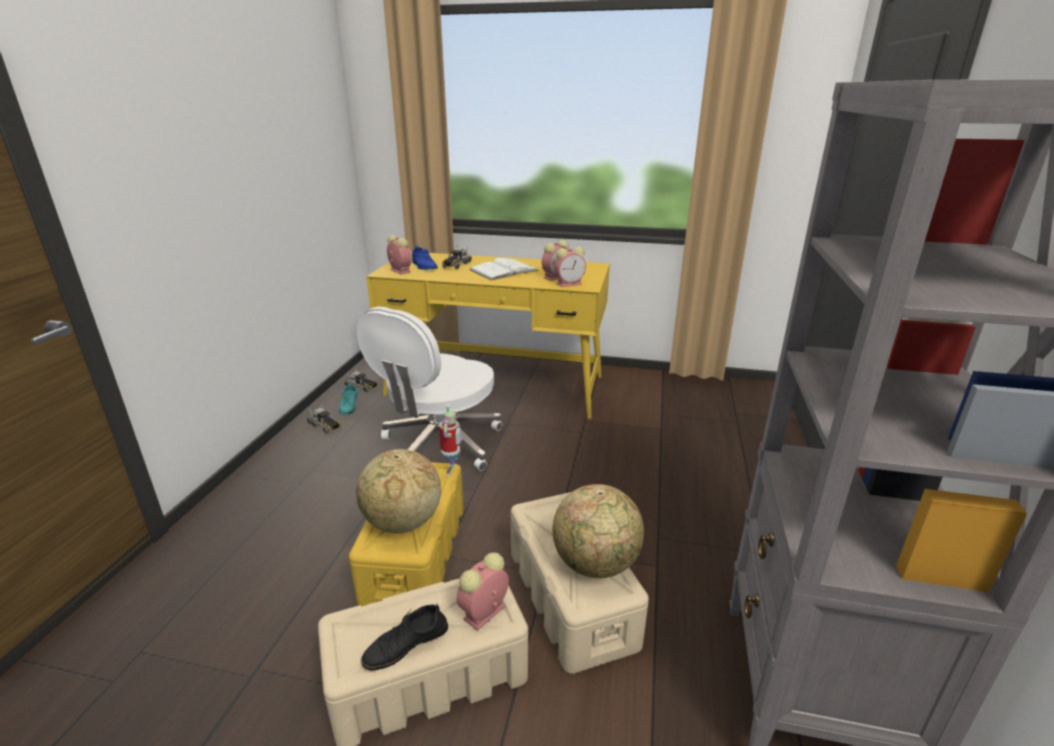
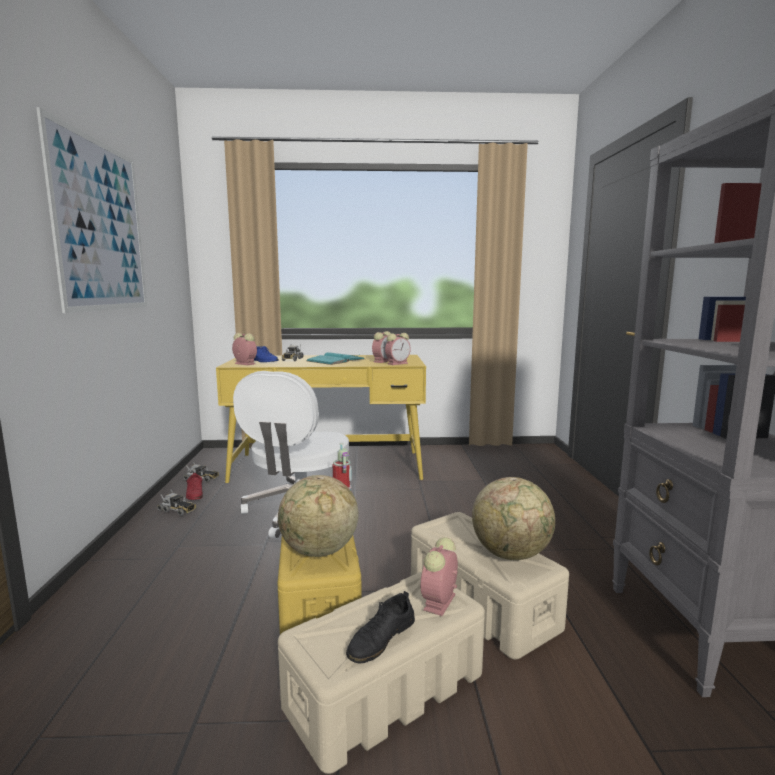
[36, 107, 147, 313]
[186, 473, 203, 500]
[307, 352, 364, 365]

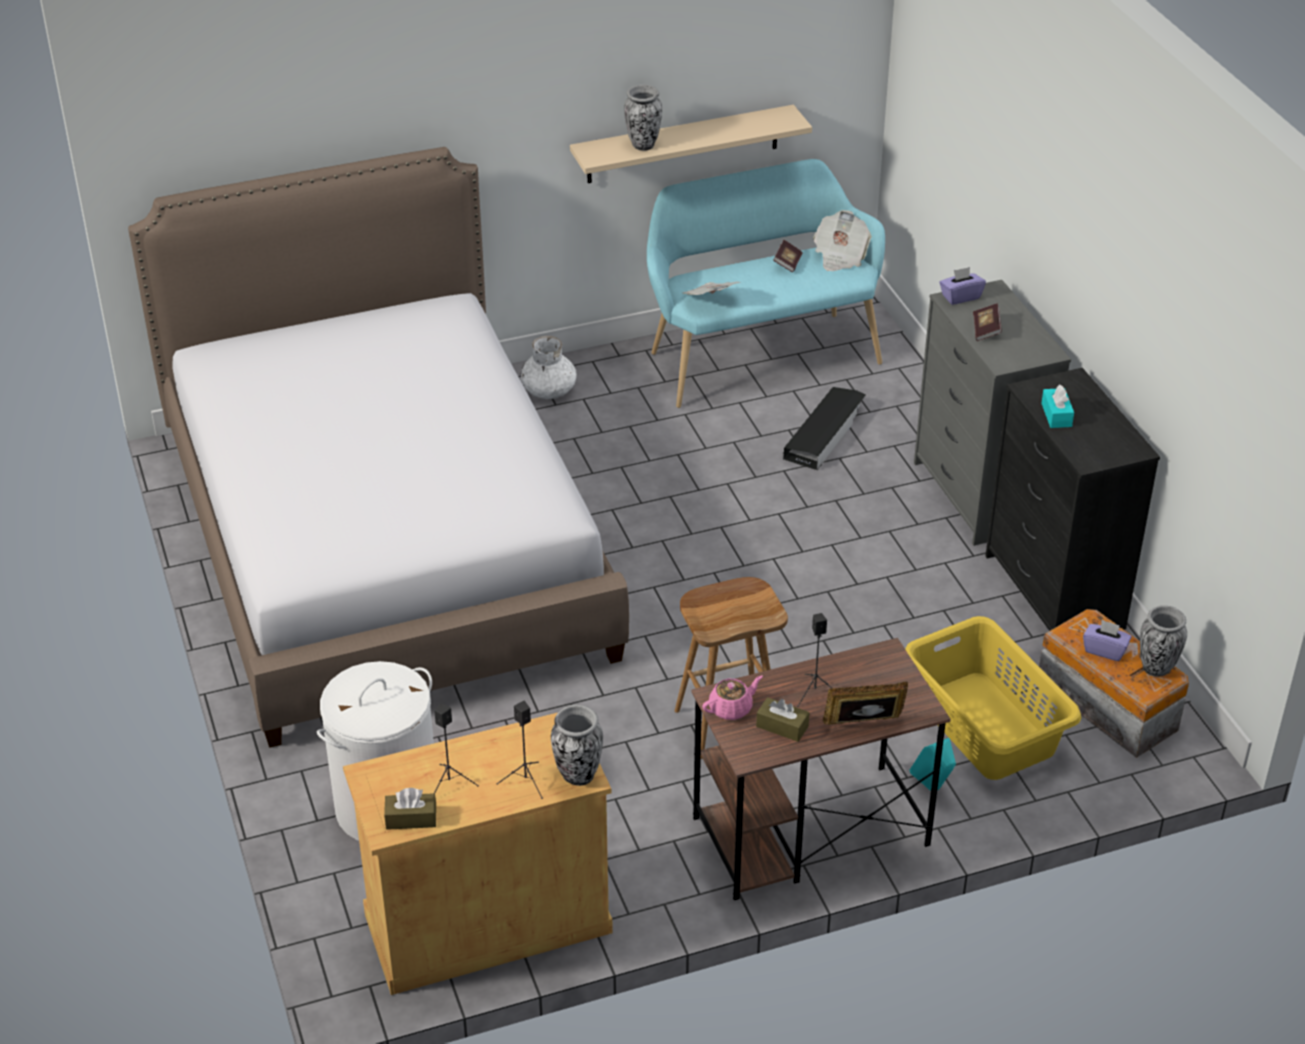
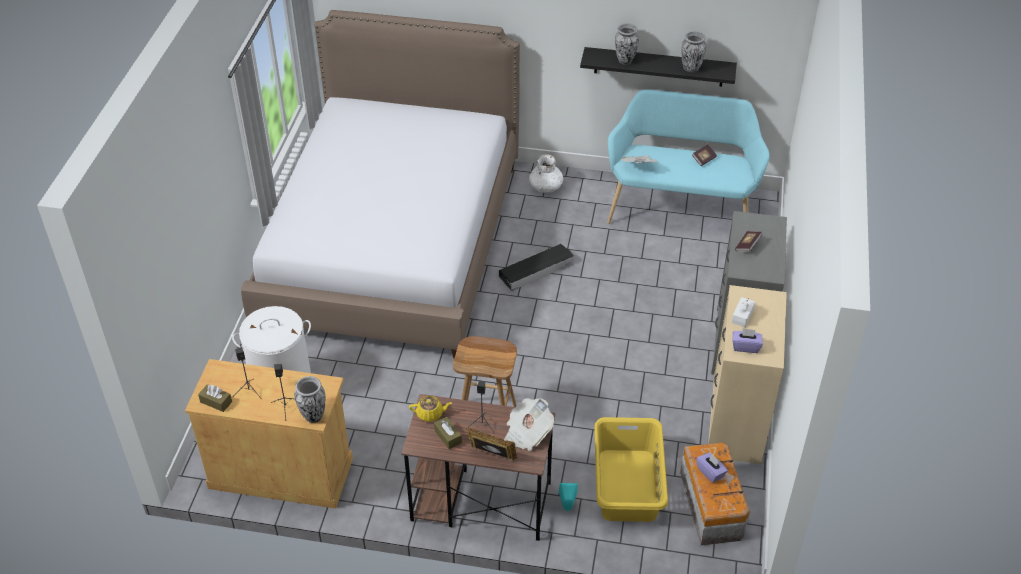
[499, 244, 573, 291]
[504, 398, 554, 451]
[733, 328, 763, 353]
[681, 31, 706, 72]
[580, 47, 737, 87]
[409, 396, 452, 422]
[708, 285, 787, 464]
[731, 297, 755, 327]

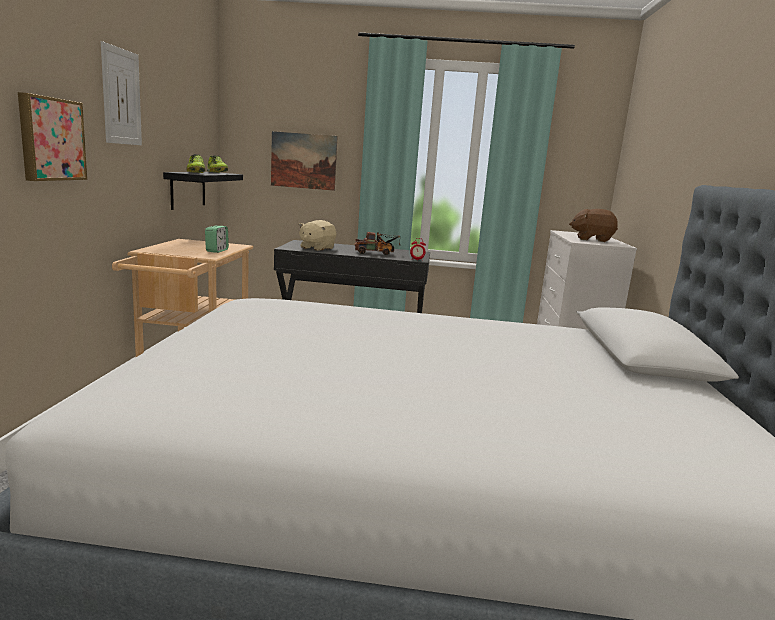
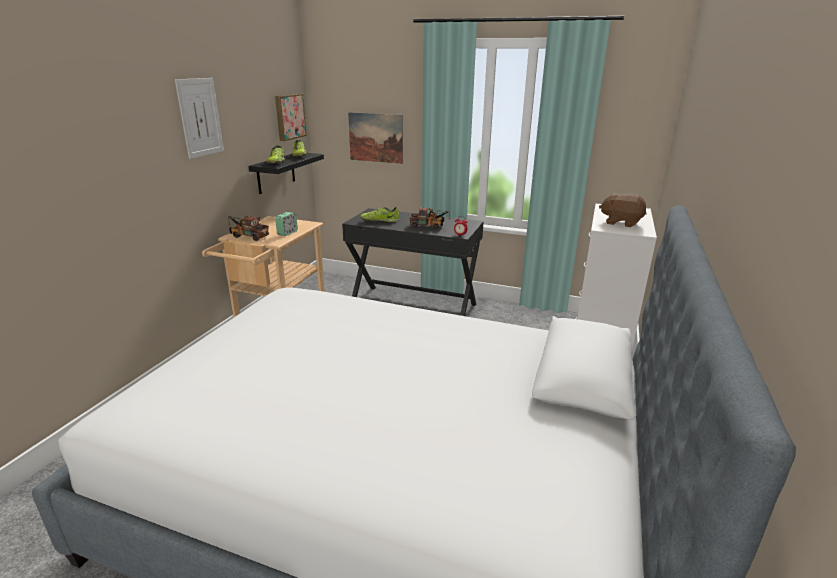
[228, 216, 269, 241]
[275, 94, 307, 141]
[360, 207, 399, 222]

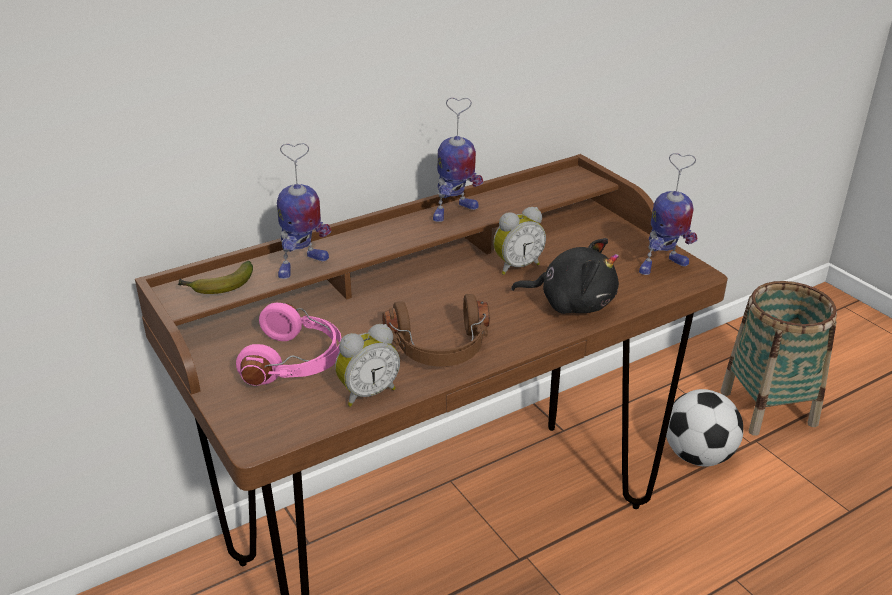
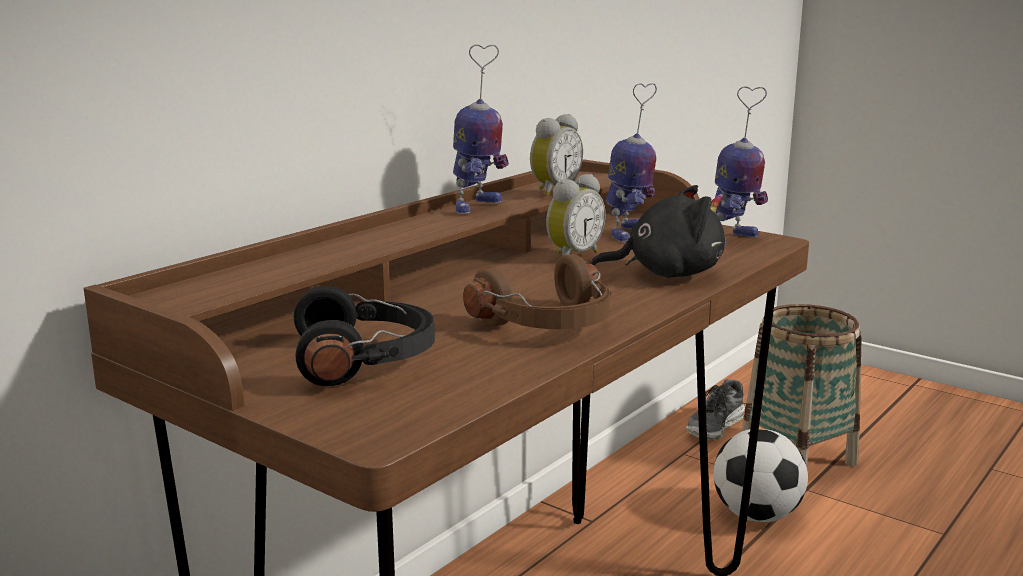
[177, 261, 253, 294] (first image)
[686, 379, 745, 440]
[606, 83, 657, 242]
[530, 114, 583, 196]
[294, 286, 435, 386]

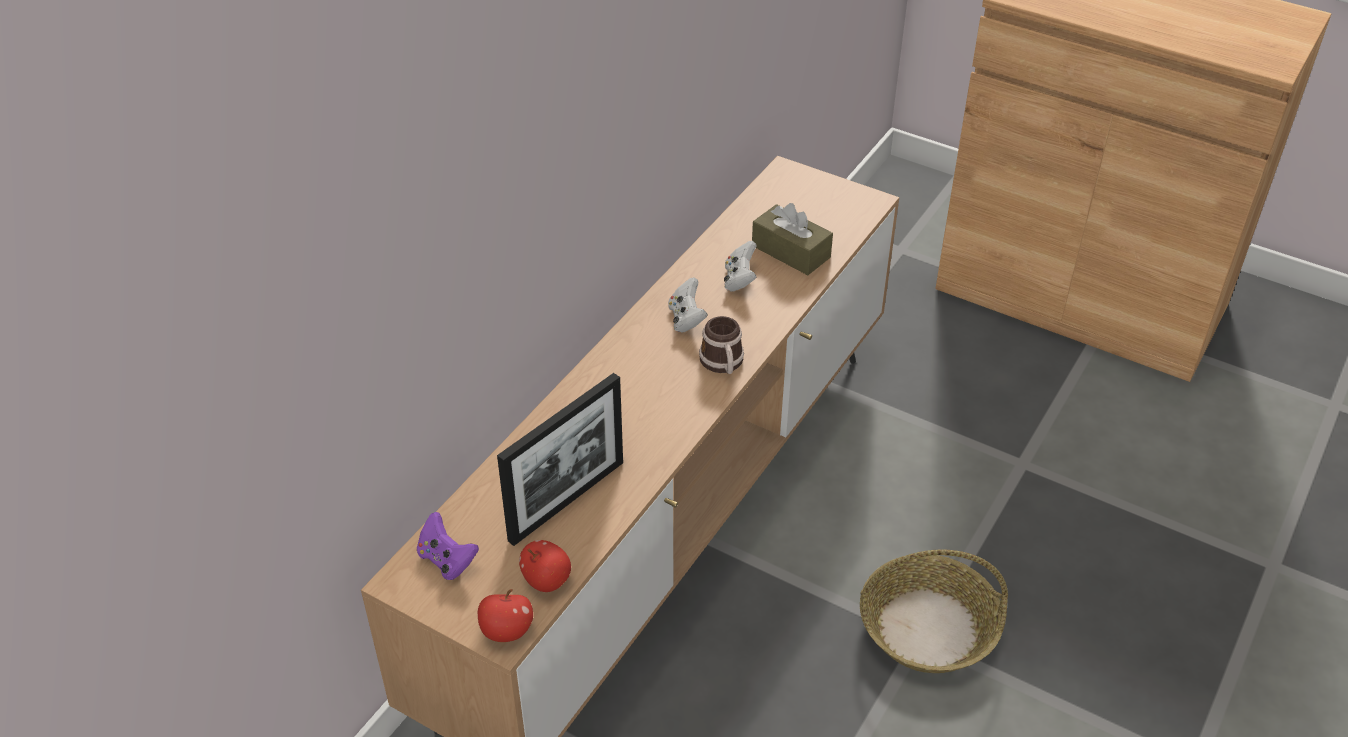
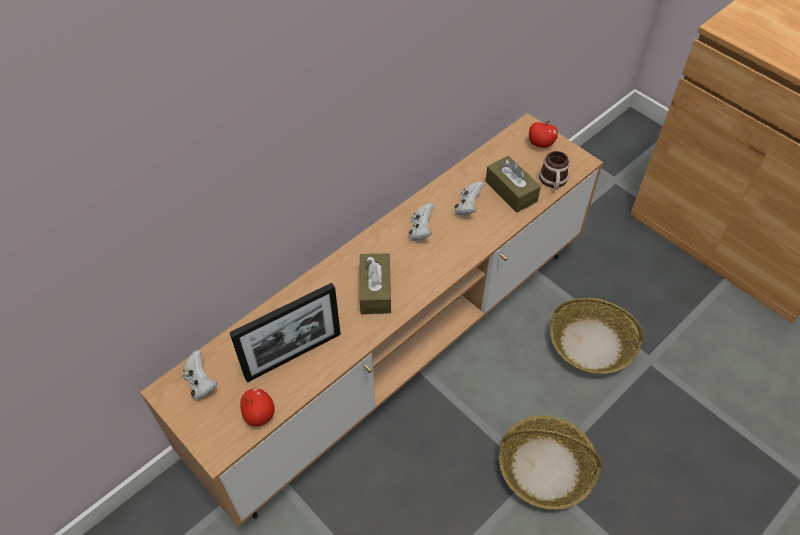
[360, 253, 391, 314]
[550, 298, 644, 374]
[529, 120, 558, 148]
[539, 151, 570, 190]
[182, 351, 217, 400]

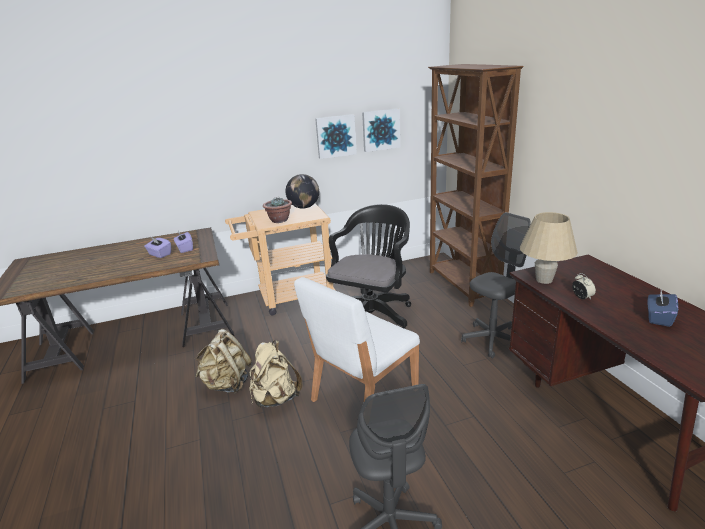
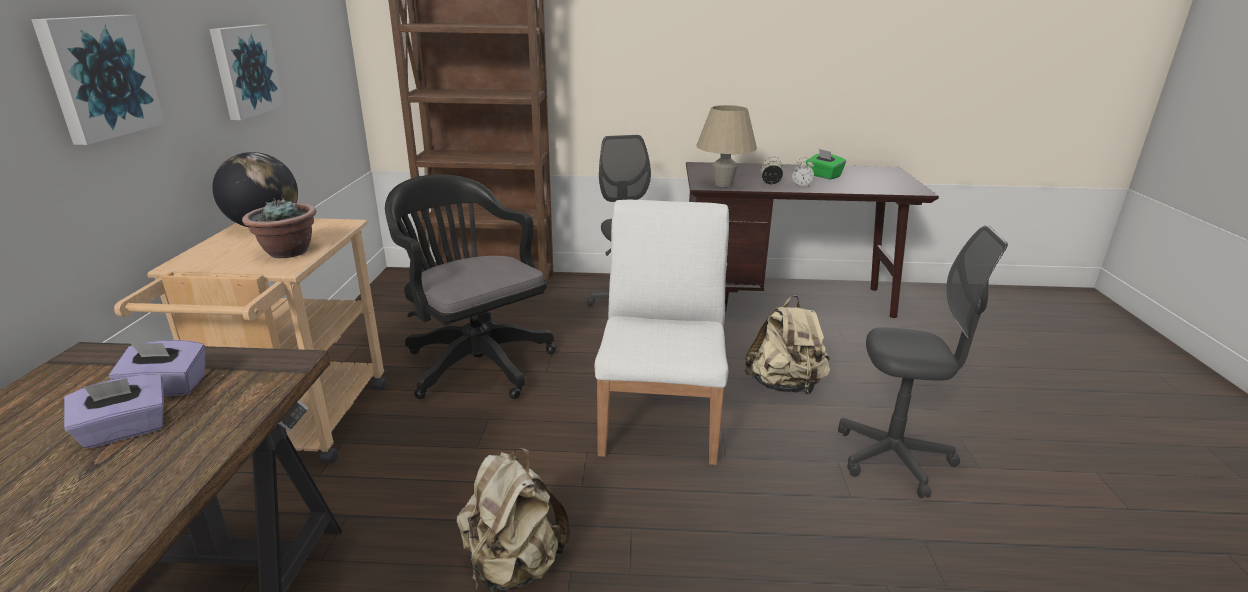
[792, 157, 814, 186]
[745, 295, 830, 395]
[31, 15, 165, 145]
[806, 149, 846, 180]
[595, 200, 729, 465]

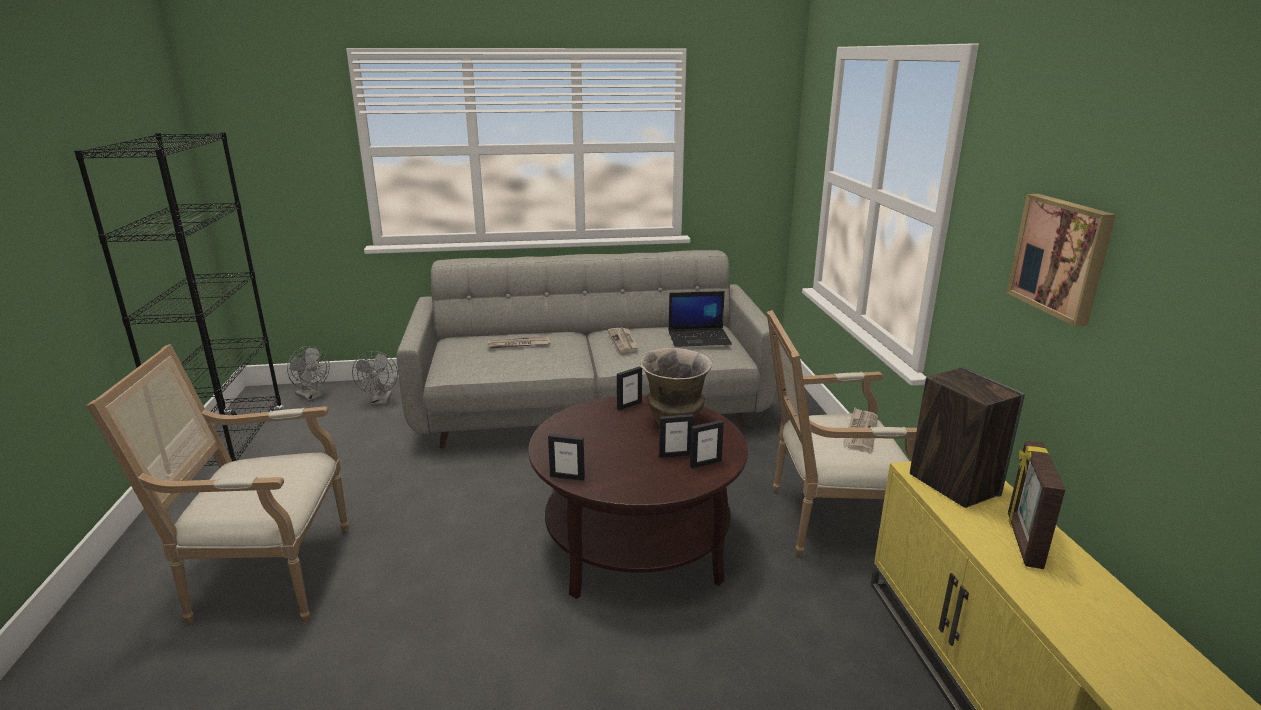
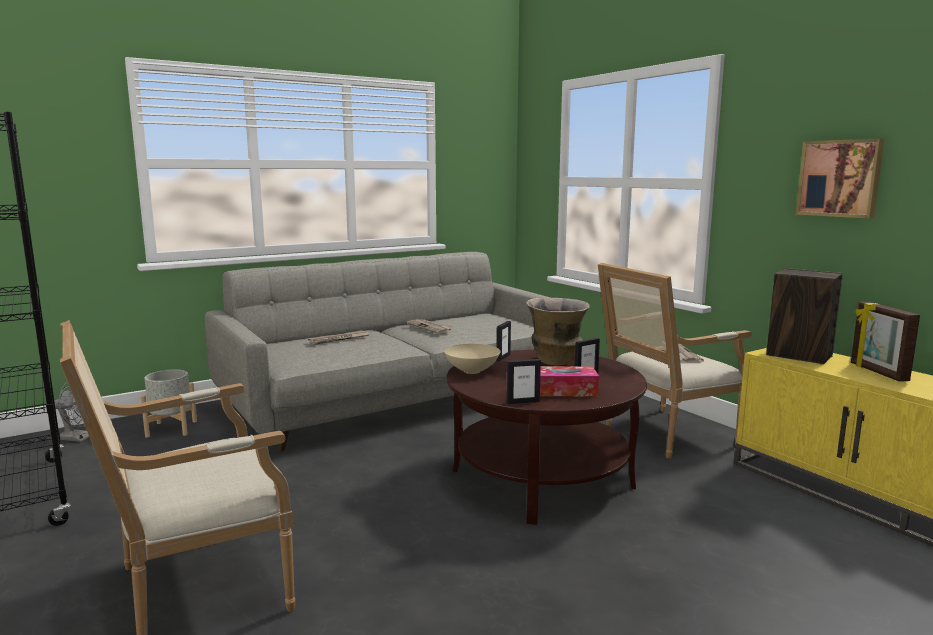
[669, 291, 732, 347] (first image)
[690, 420, 724, 469] (first image)
[444, 344, 500, 374]
[540, 366, 599, 396]
[141, 370, 197, 438]

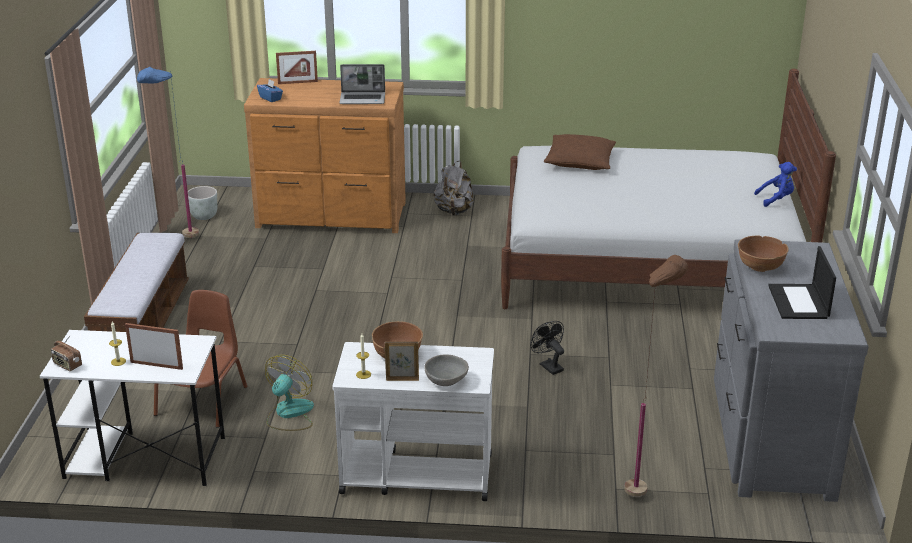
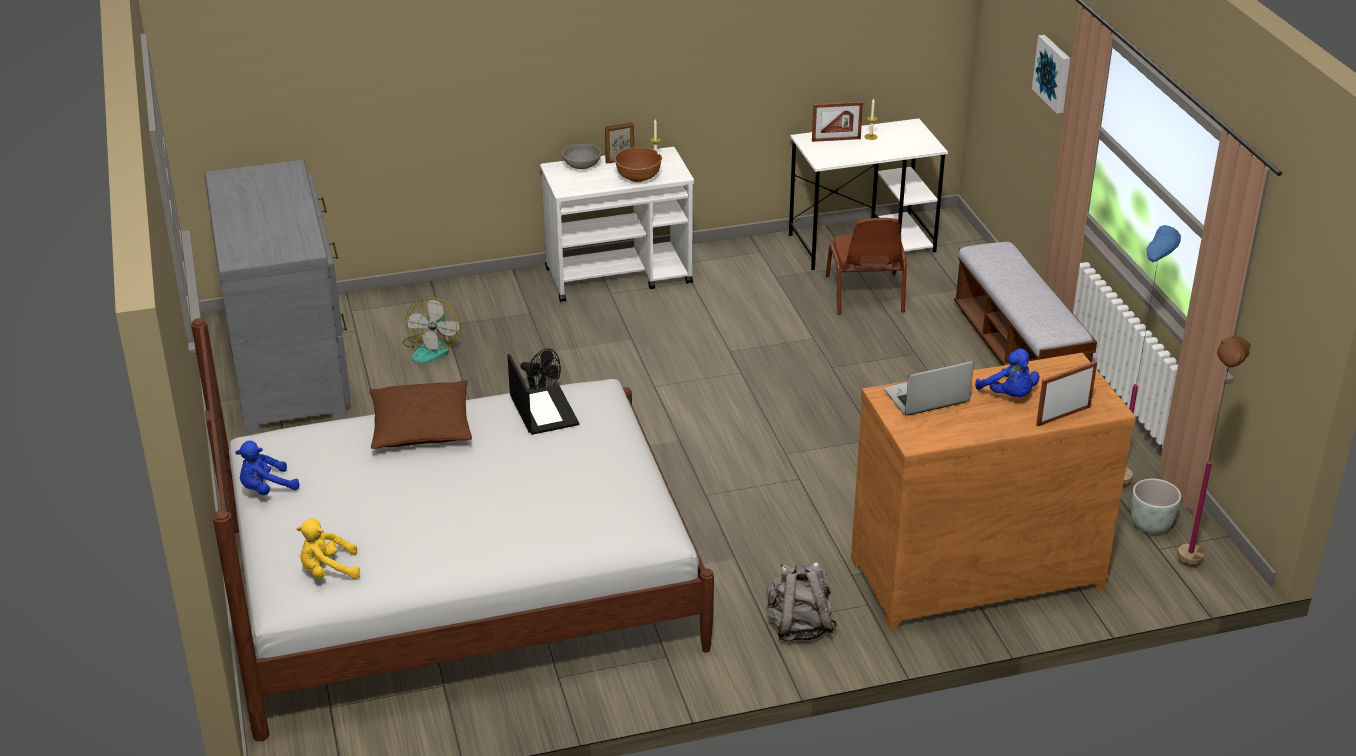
[51, 336, 82, 371] (first image)
[257, 79, 283, 102] (first image)
[738, 236, 789, 272] (first image)
[296, 519, 360, 579]
[975, 348, 1039, 397]
[1032, 35, 1070, 113]
[403, 297, 461, 363]
[369, 380, 472, 449]
[1177, 332, 1251, 564]
[507, 354, 579, 435]

